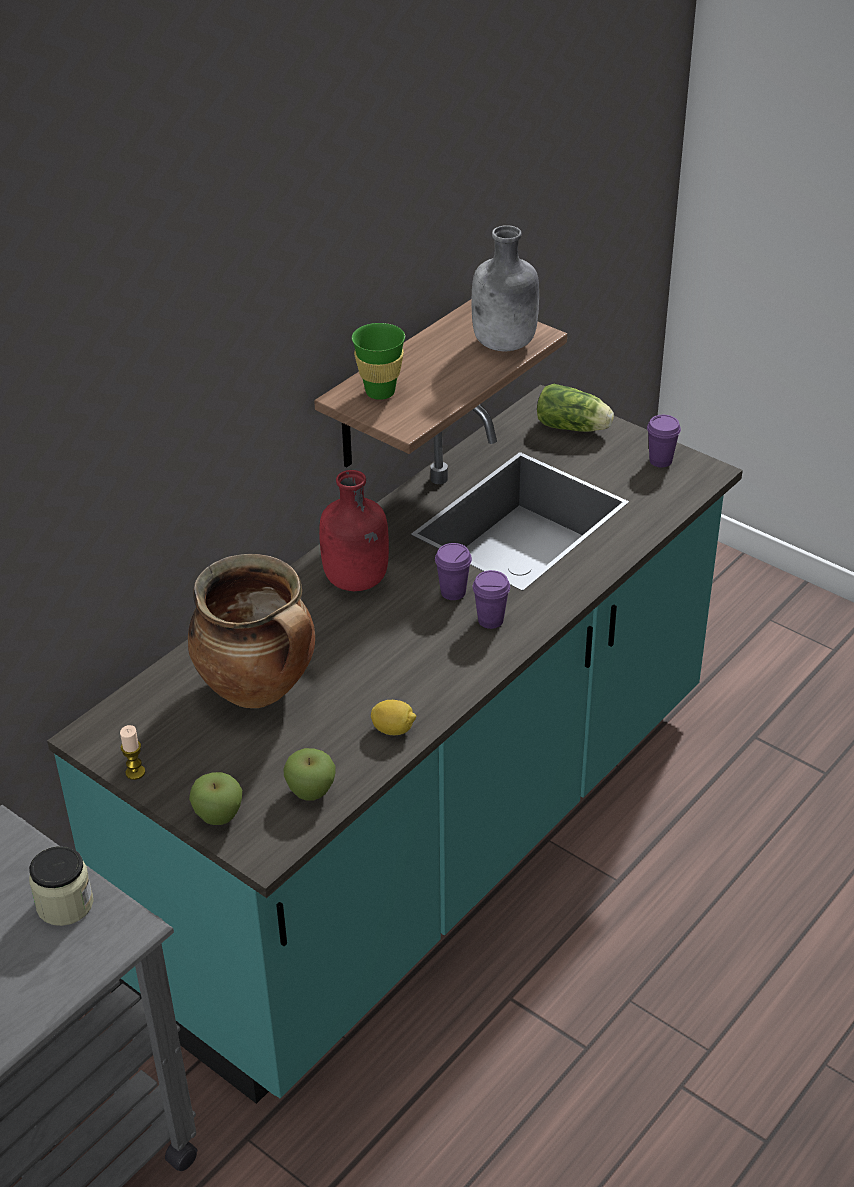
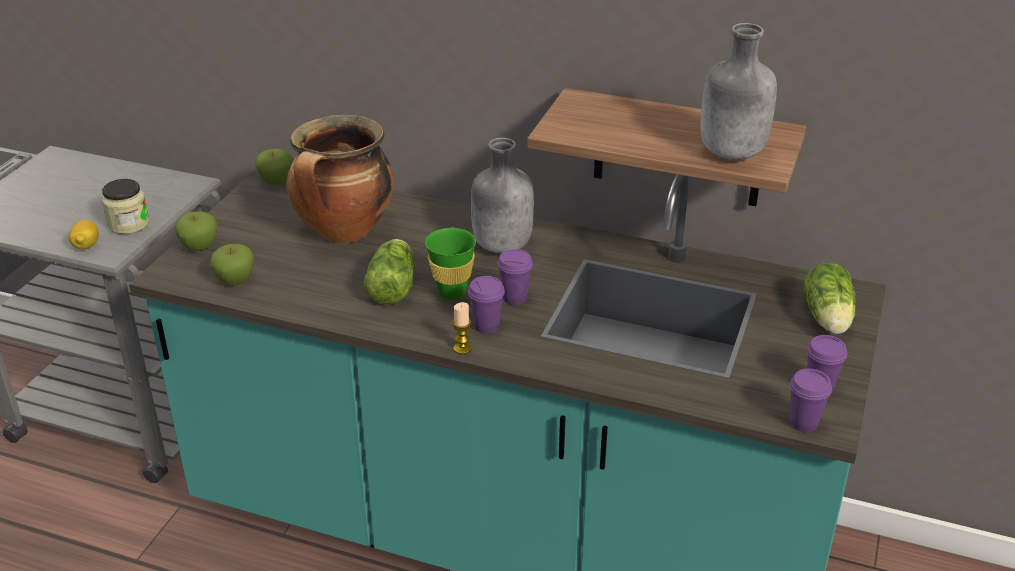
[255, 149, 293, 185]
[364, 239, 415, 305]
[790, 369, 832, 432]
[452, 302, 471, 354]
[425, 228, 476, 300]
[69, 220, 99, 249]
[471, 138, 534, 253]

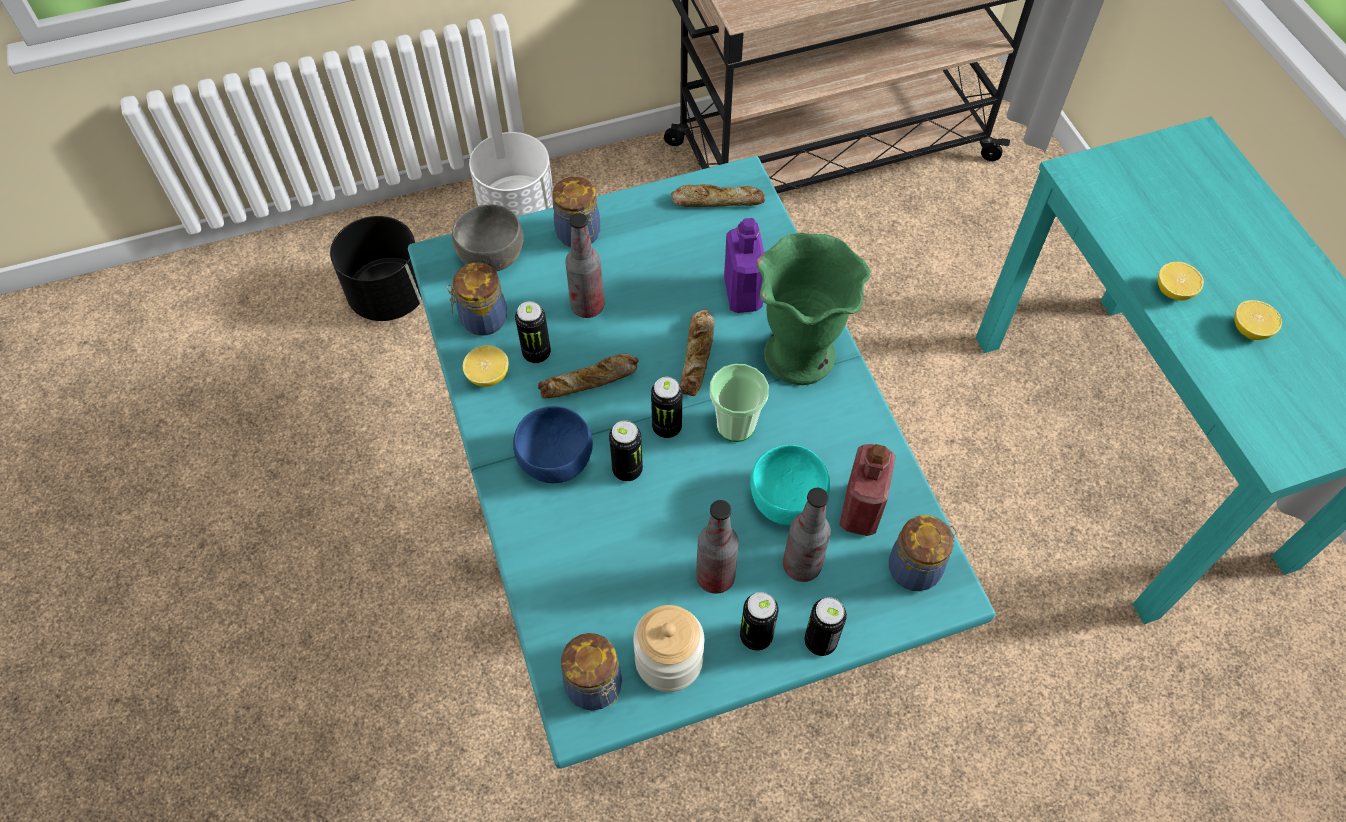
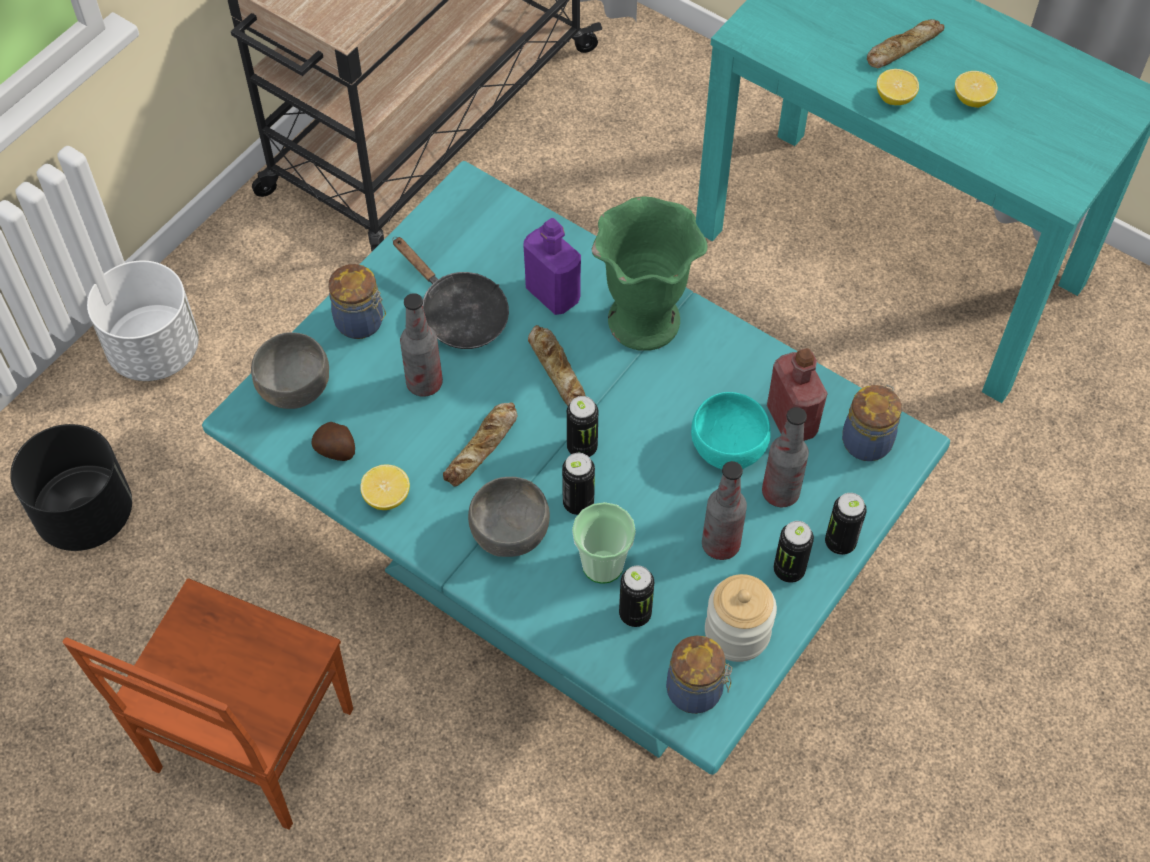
[63, 578, 353, 830]
[393, 237, 509, 349]
[619, 566, 654, 627]
[867, 19, 945, 68]
[572, 502, 636, 584]
[312, 422, 355, 461]
[468, 477, 550, 557]

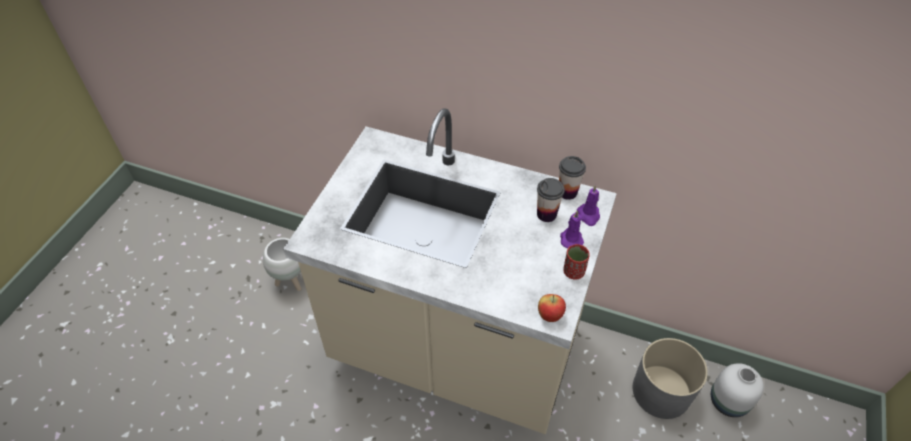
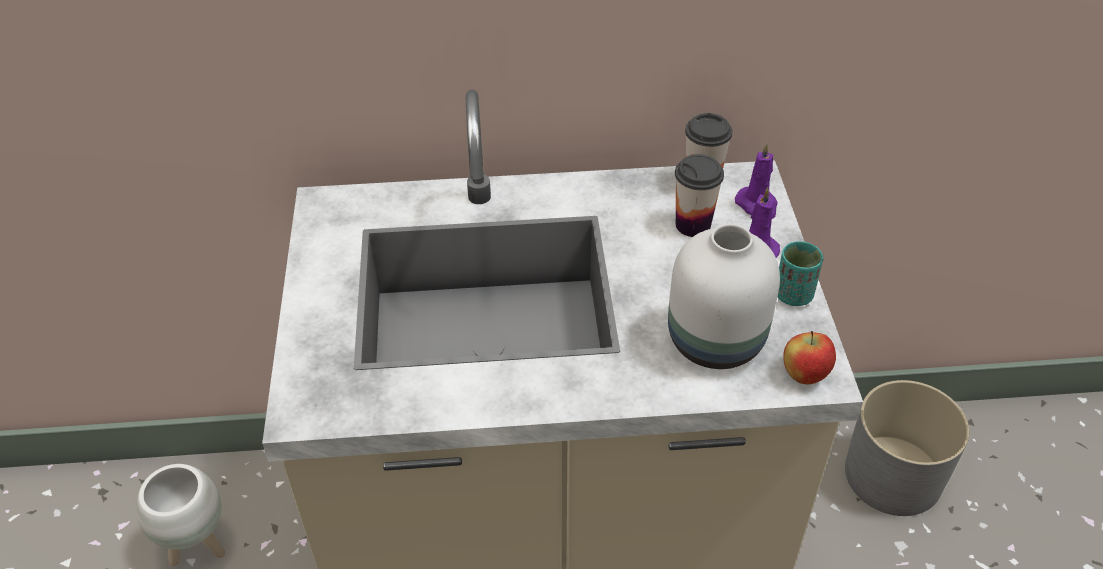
[668, 224, 780, 369]
[777, 241, 823, 306]

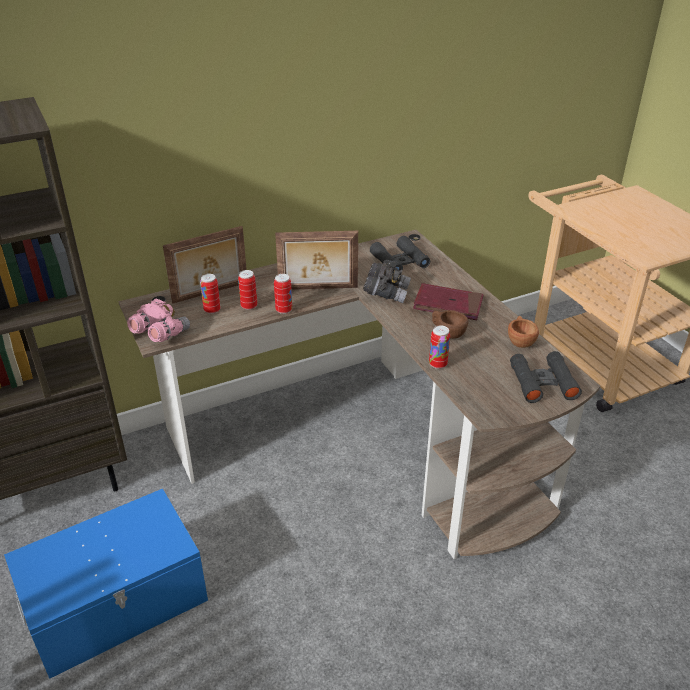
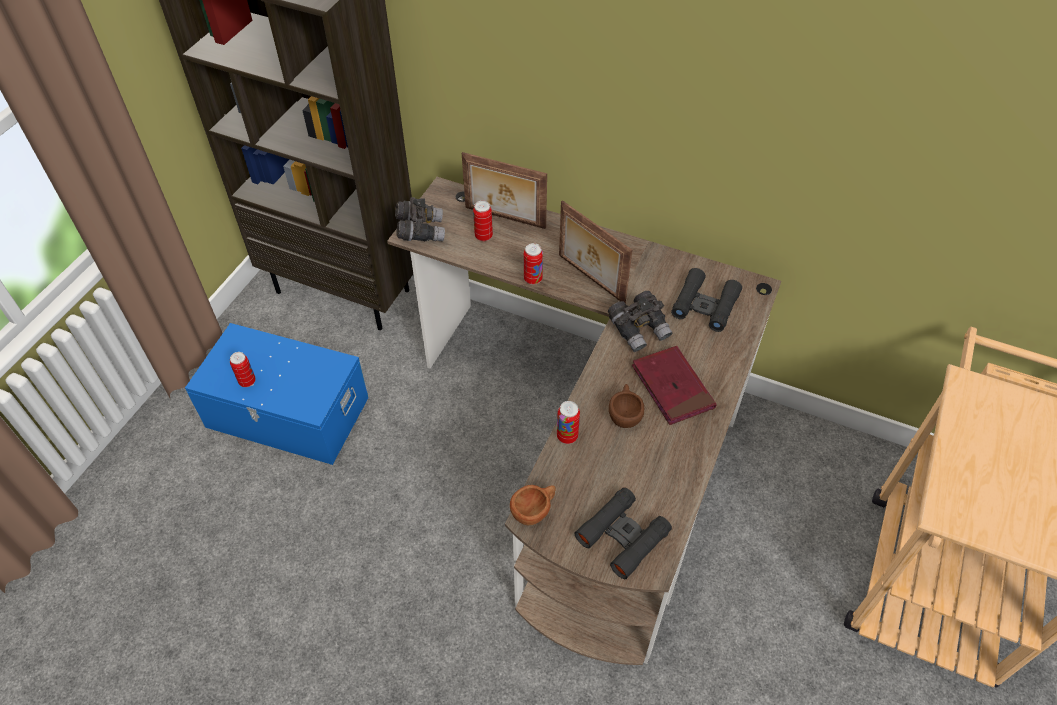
[230, 352, 256, 387]
[510, 485, 556, 525]
[395, 197, 445, 241]

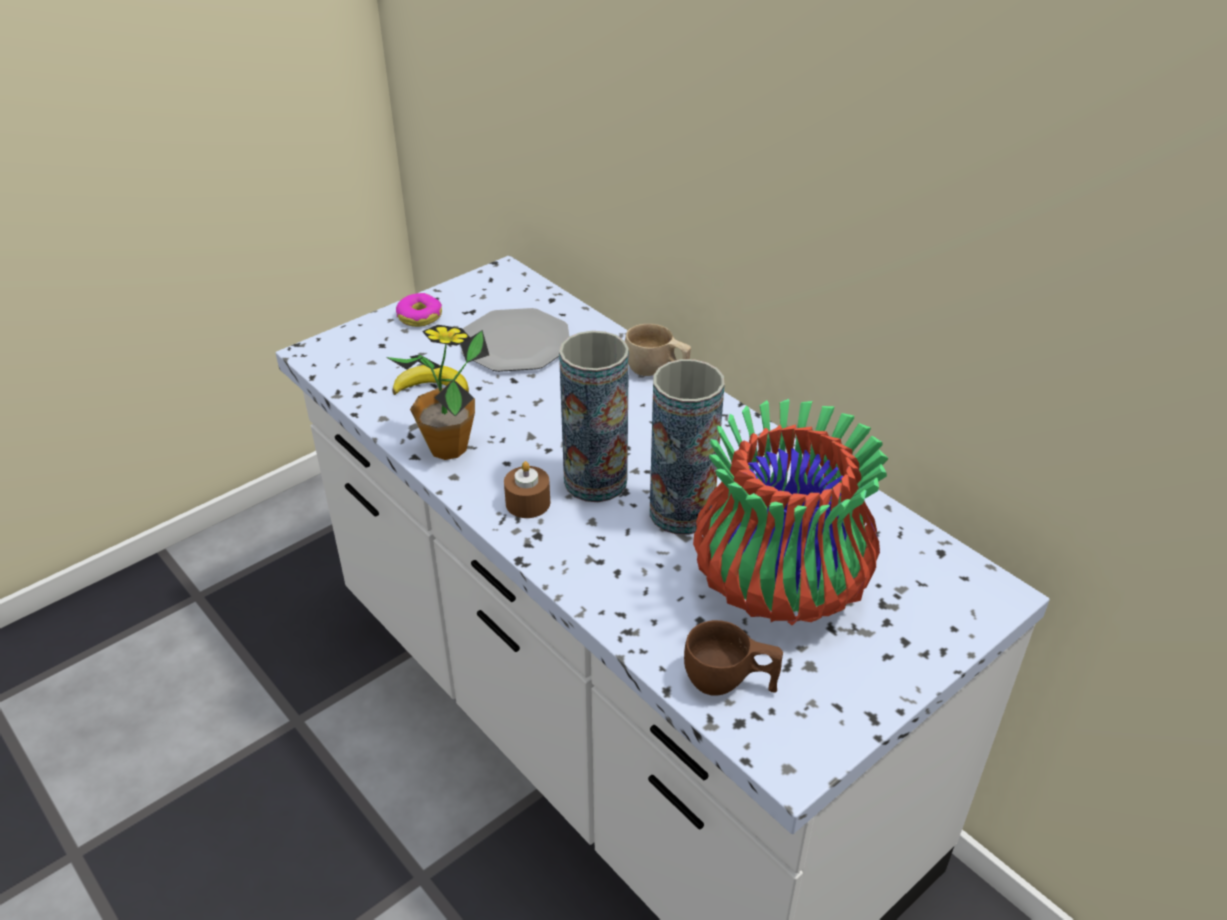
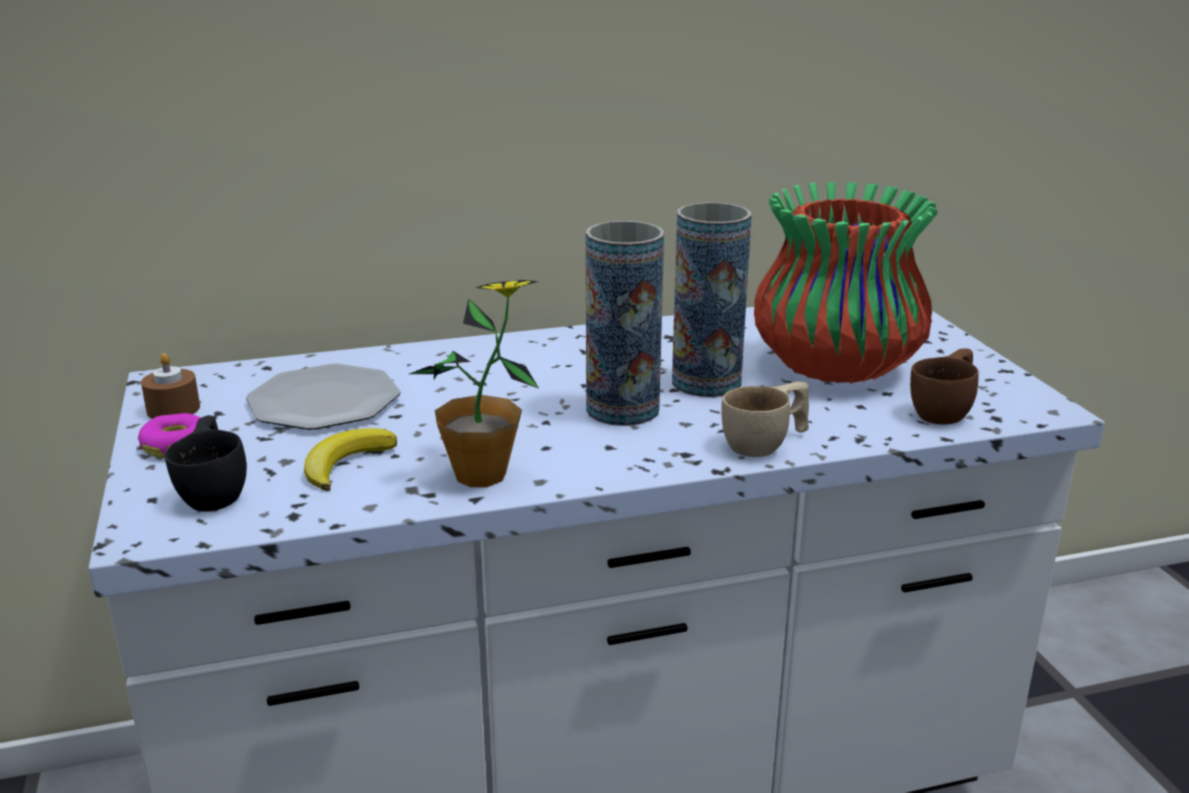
[165, 415, 247, 512]
[141, 353, 200, 419]
[721, 381, 809, 457]

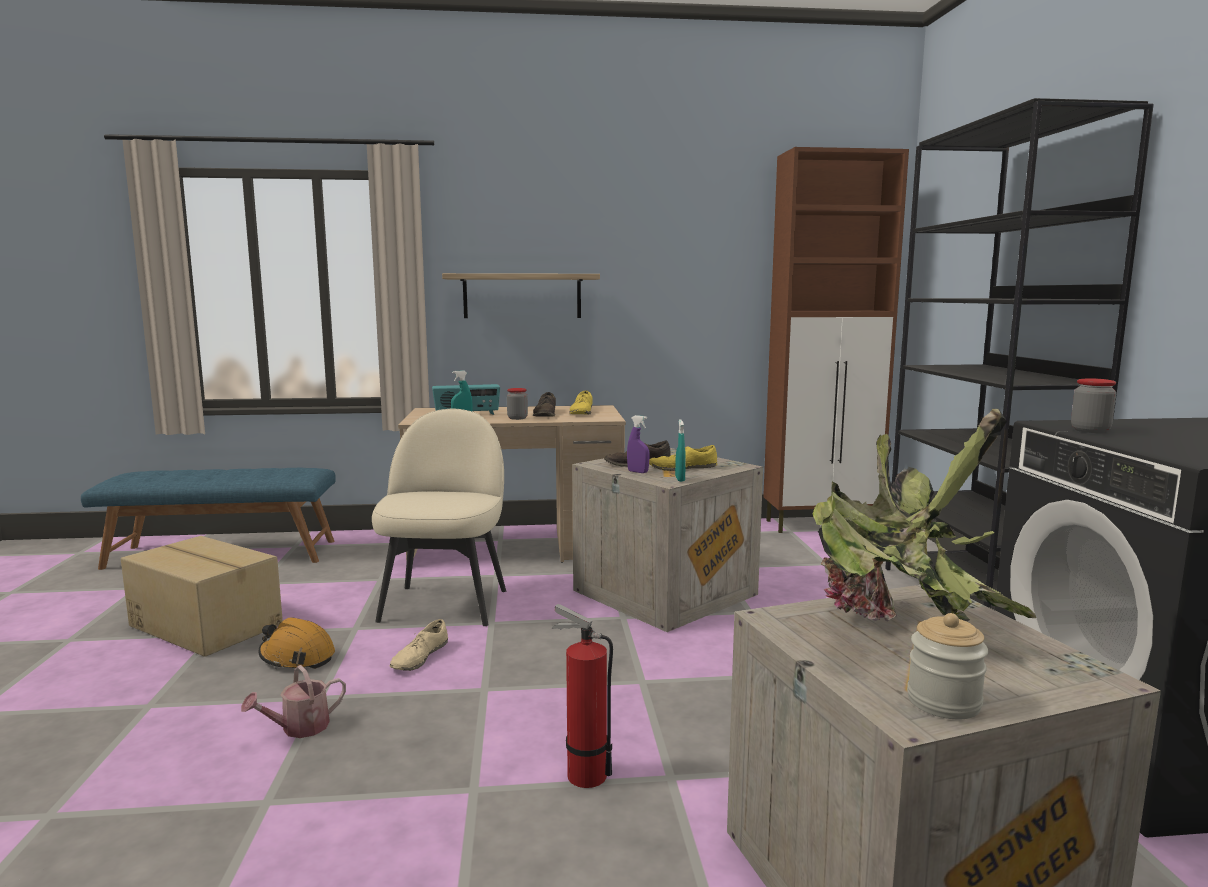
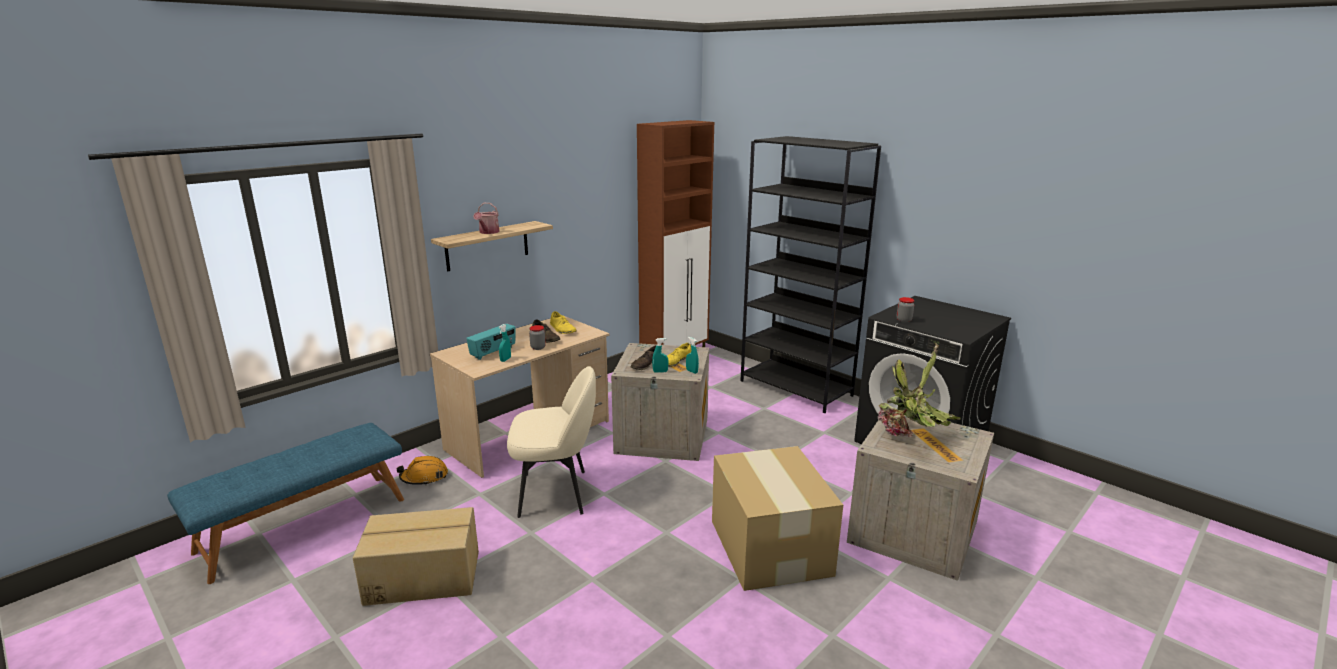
[389, 619, 448, 671] (first image)
[907, 613, 988, 719] (first image)
[473, 203, 499, 234]
[397, 456, 448, 485]
[712, 446, 843, 591]
[652, 338, 669, 373]
[507, 366, 596, 518]

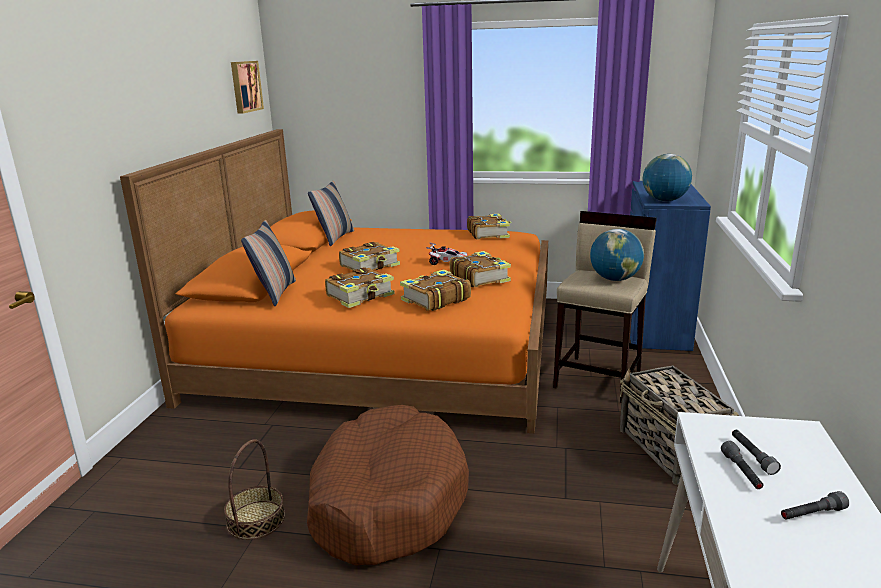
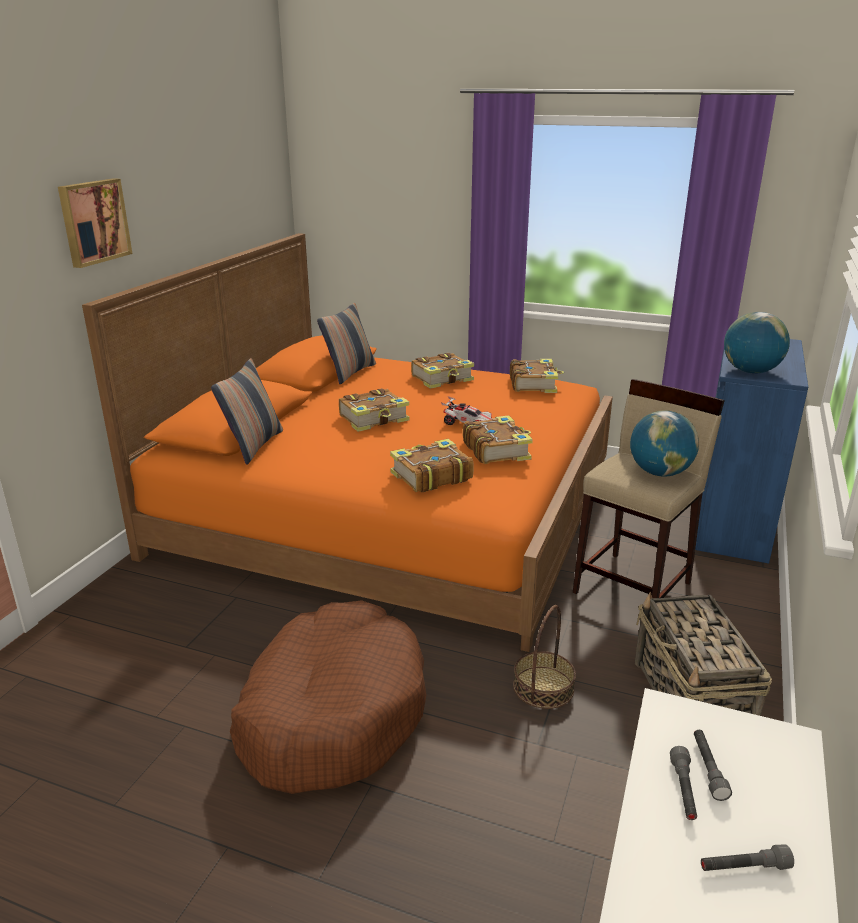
[513, 605, 576, 709]
[58, 178, 133, 268]
[411, 353, 474, 389]

